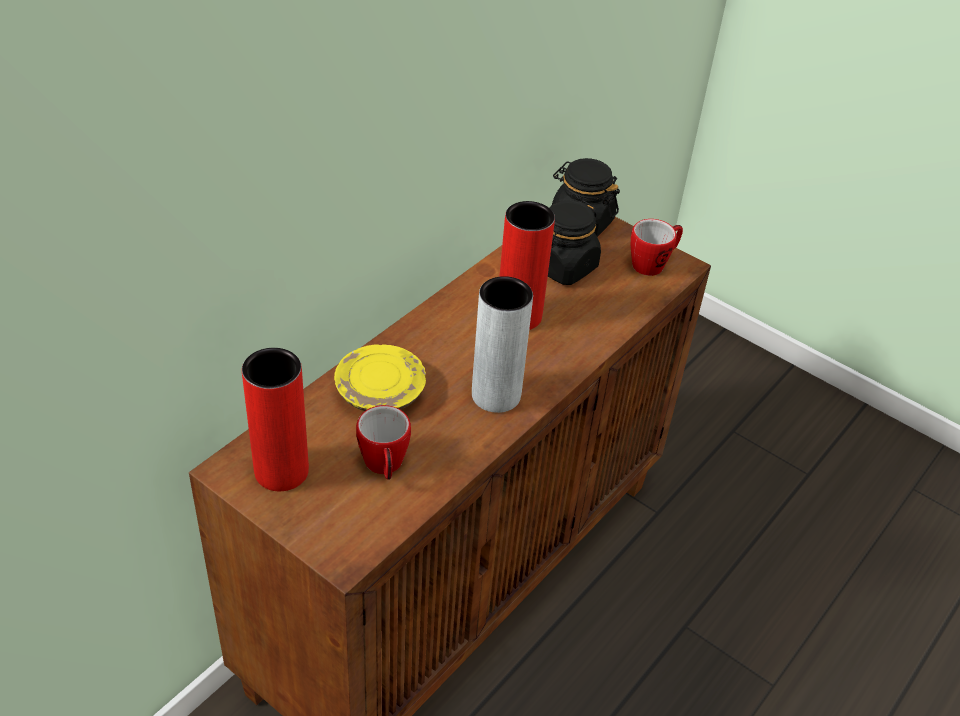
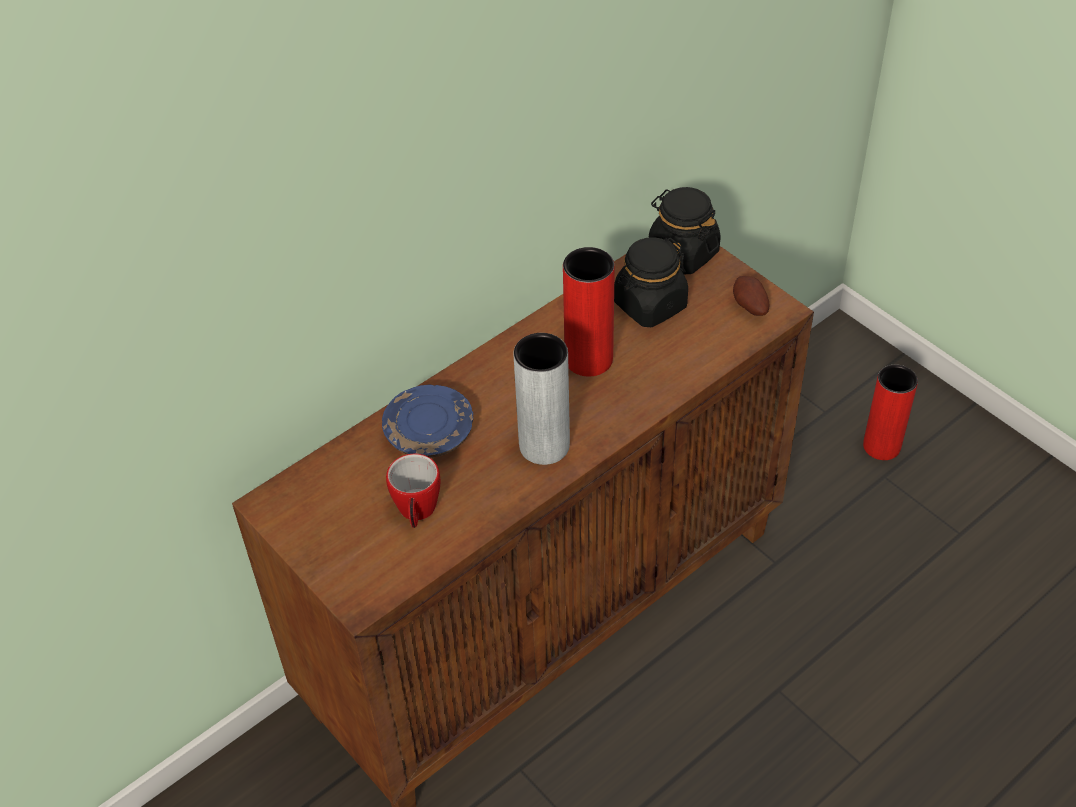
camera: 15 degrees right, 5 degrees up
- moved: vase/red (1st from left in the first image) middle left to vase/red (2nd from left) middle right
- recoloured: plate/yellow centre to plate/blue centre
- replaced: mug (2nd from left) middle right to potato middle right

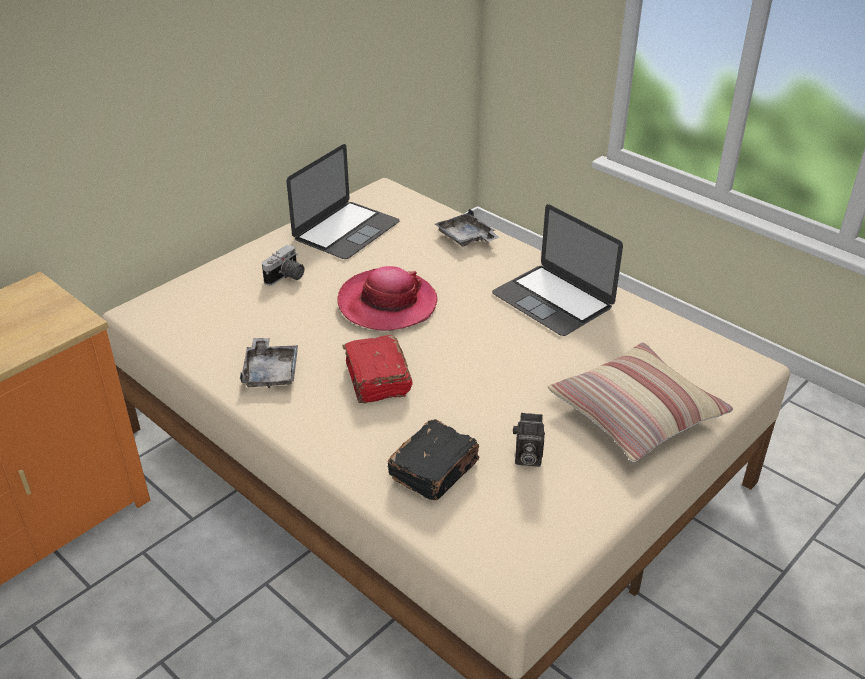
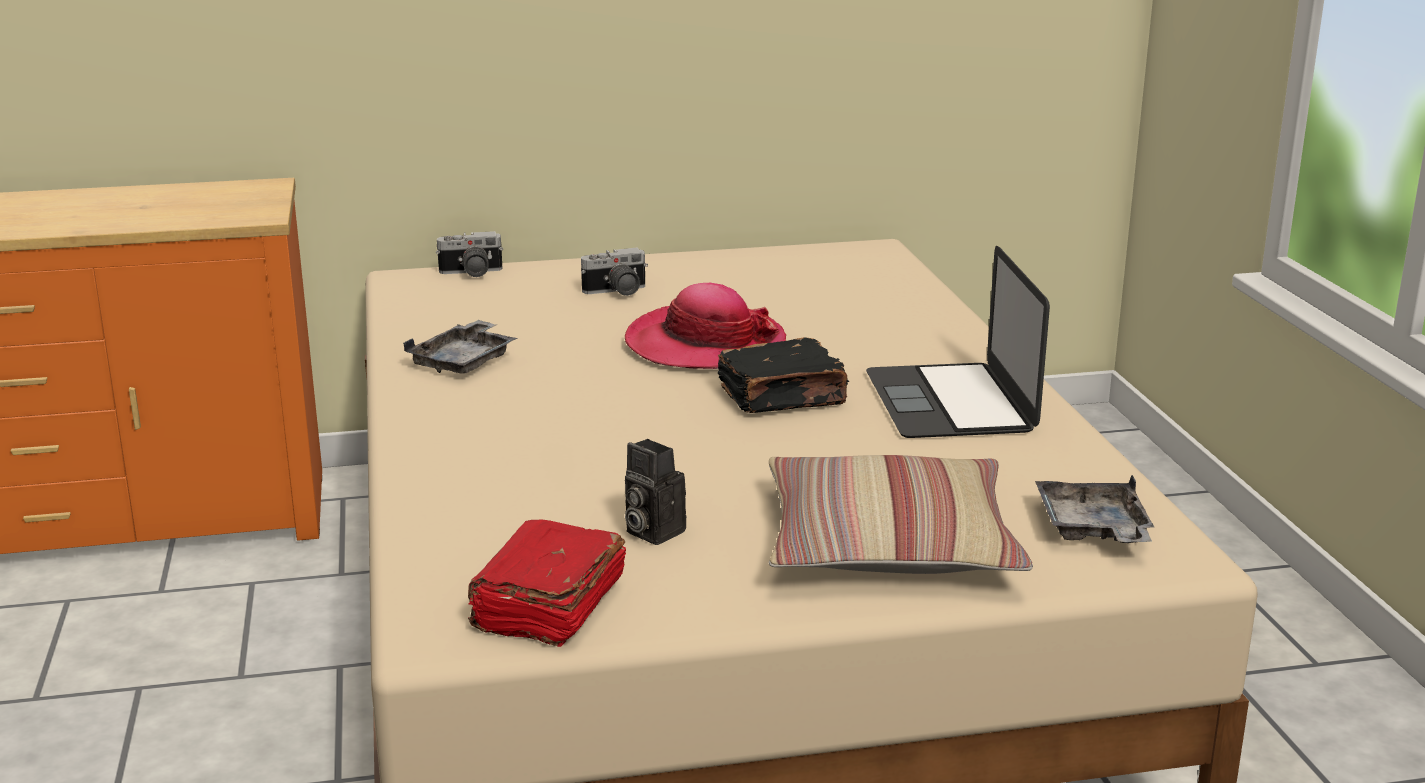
camera: 35 degrees right, 15 degrees down
- removed: laptop (1st from left) top centre
- moved: book/red centre to bottom centre
- moved: book/black bottom centre to centre
- moved: tray/grey (2nd from left) centre to middle right
- added: photo camera (1st from left) top left

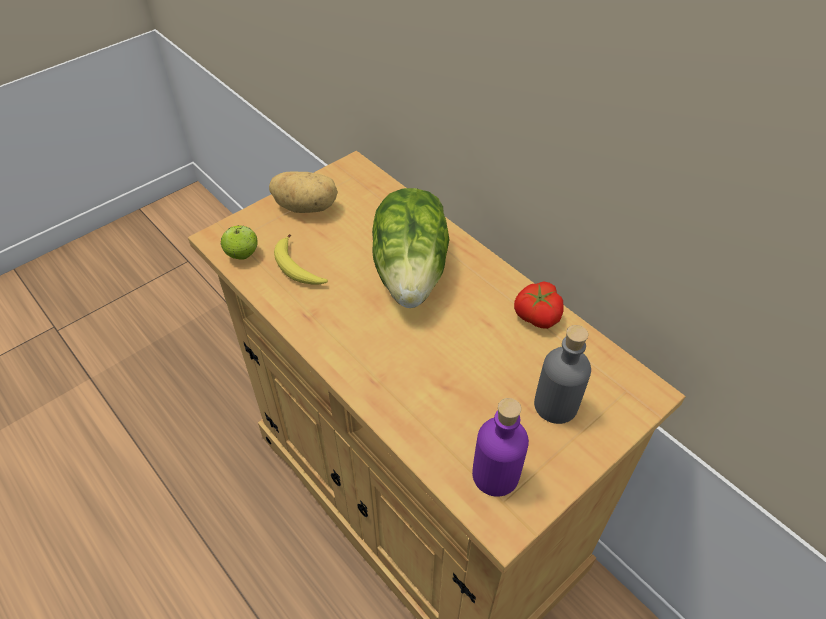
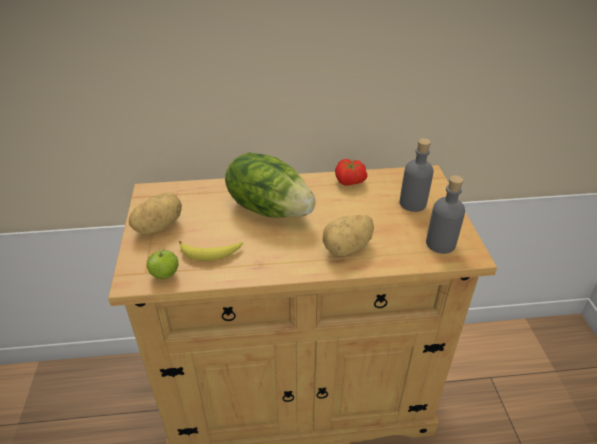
camera: 55 degrees left, 10 degrees down
- recoloured: bottle/purple bottom centre to bottle/grey (2nd from left) middle right
- added: potato (2nd from left) centre

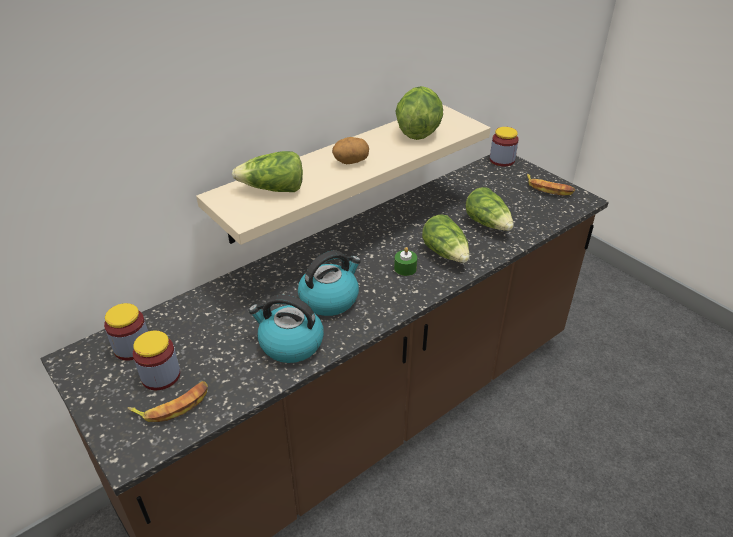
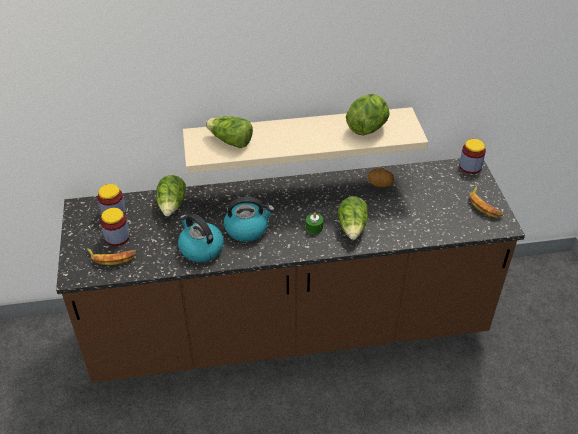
camera: 30 degrees right, 5 degrees up
- moved: potato top centre to centre
- moved: lettuce (4th from left in the first image) middle right to lettuce (1st from left) middle left

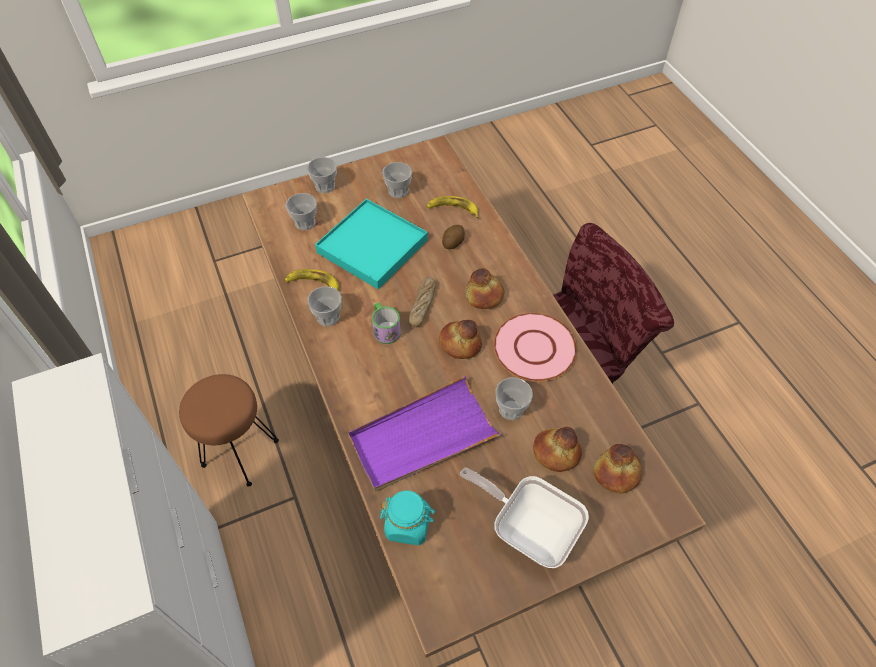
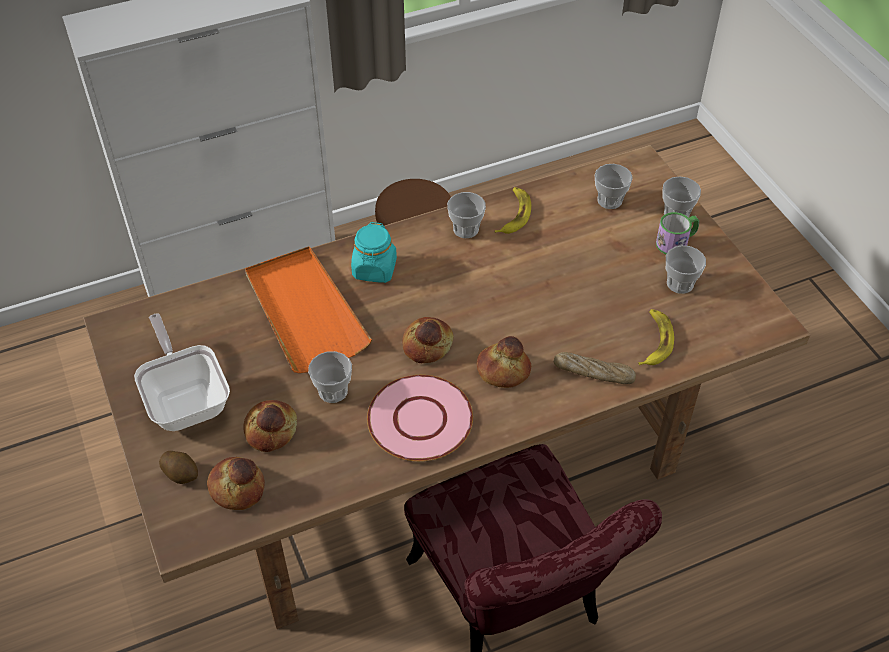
camera: 90 degrees right, 5 degrees down
- removed: tray/turquoise centre
- recoloured: tray/purple centre to tray/orange centre
- moved: mug centre to middle right
- moved: jar/turquoise bottom centre to centre
- moved: bread (1st from left in the first image) centre to bread (5th from left) middle right
- moved: potato centre to bottom left
- turned: frying pan bottom centre = middle left 60 degrees counterclockwise

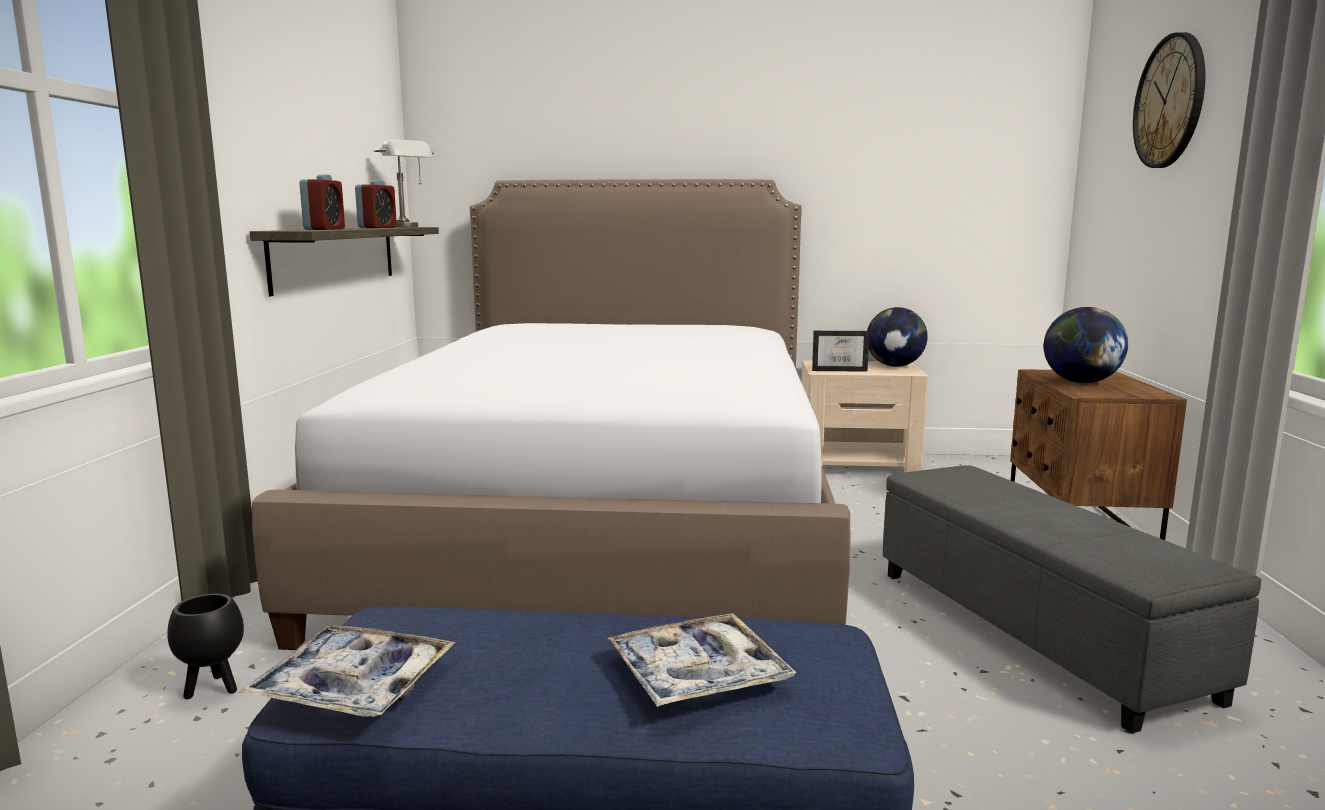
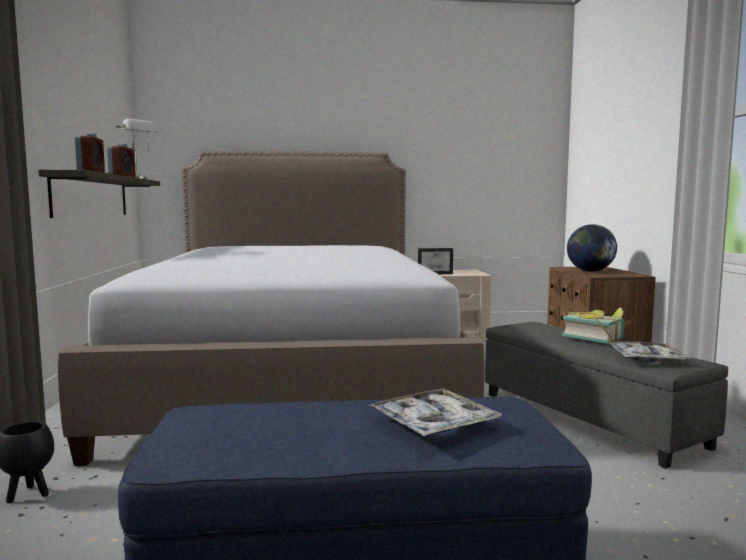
camera: 10 degrees left, 5 degrees down
- moved: tray (1st from left in the first image) bottom left to tray (2nd from left) middle right
- removed: globe (1st from left) middle right
- removed: wall clock top right
- added: book middle right

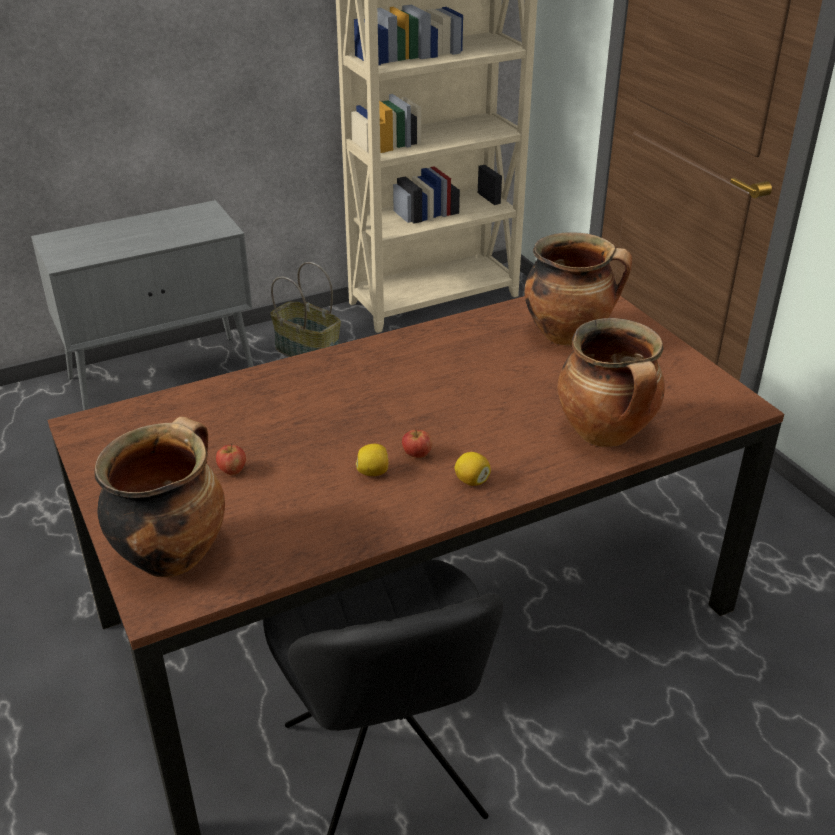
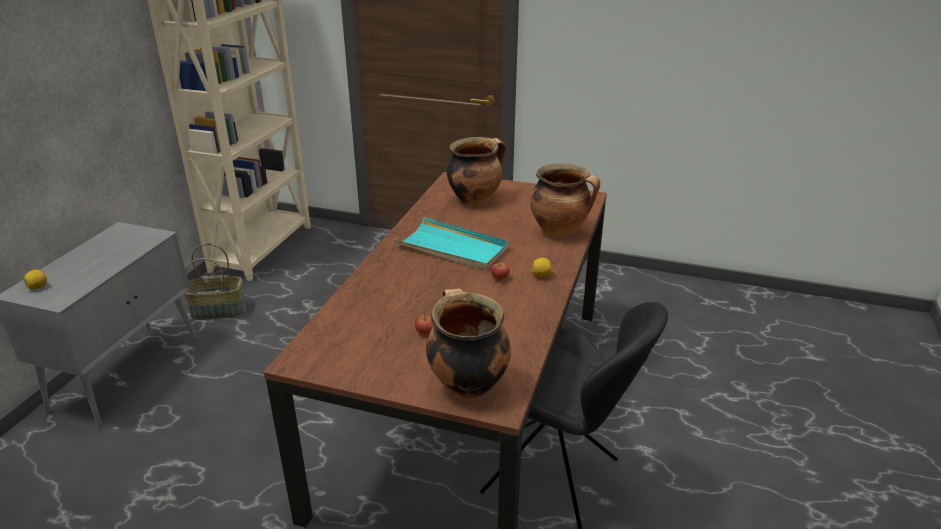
camera: 45 degrees left, 5 degrees down
- moved: lemon (1st from left) centre to middle left
- added: tray/turquoise centre

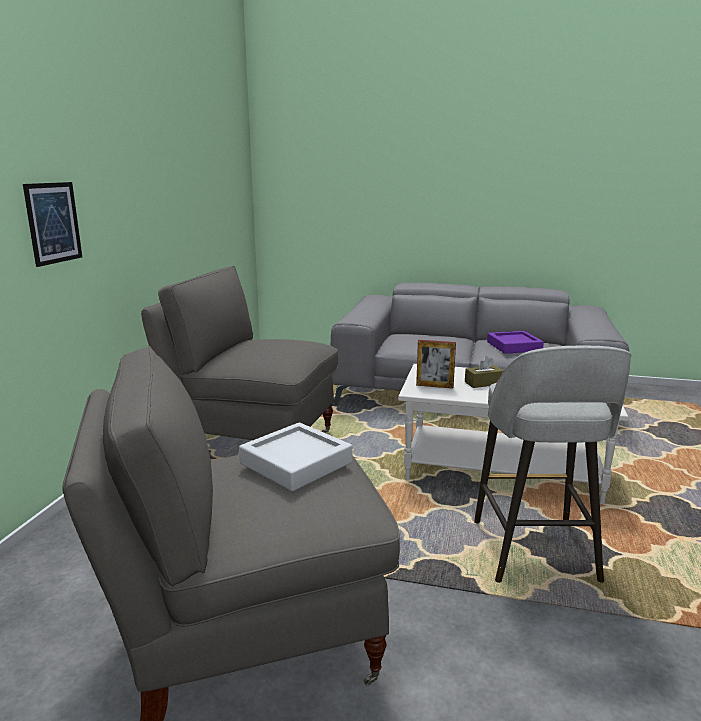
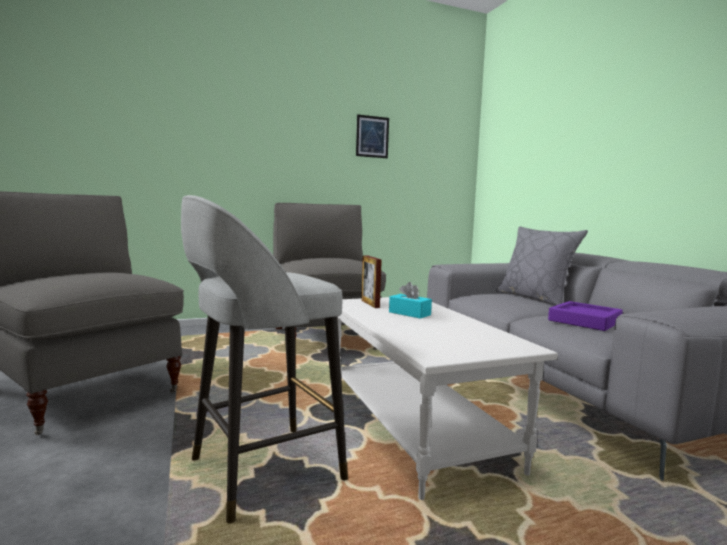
camera: 55 degrees right, 10 degrees down
- moved: picture top left to top centre
- removed: tray/grey centre
- recoloured: tissue box/brown middle right to tissue box/turquoise centre
- added: pillow/grey middle right

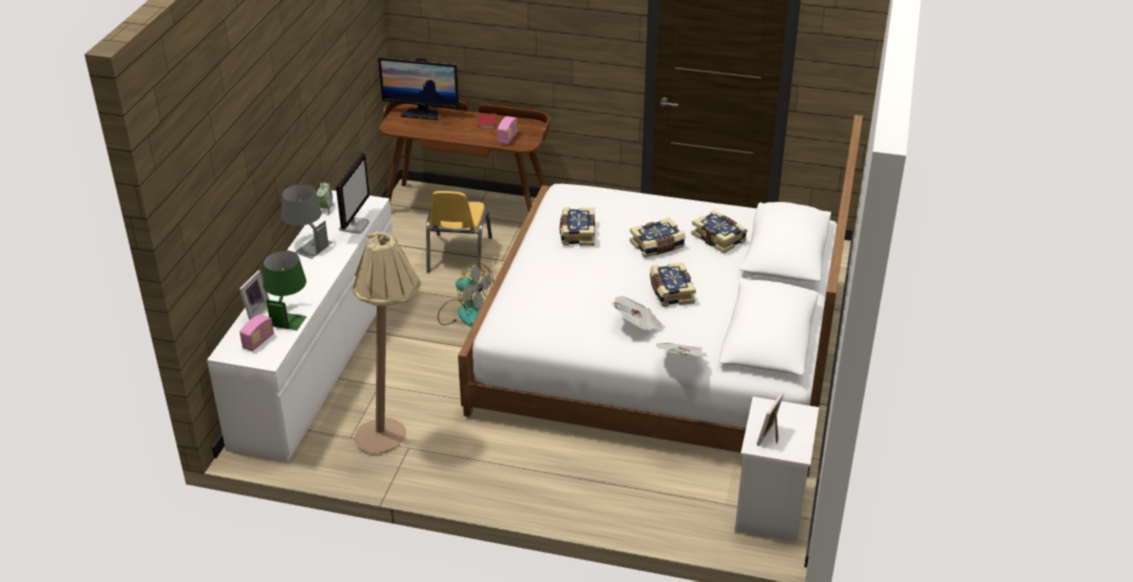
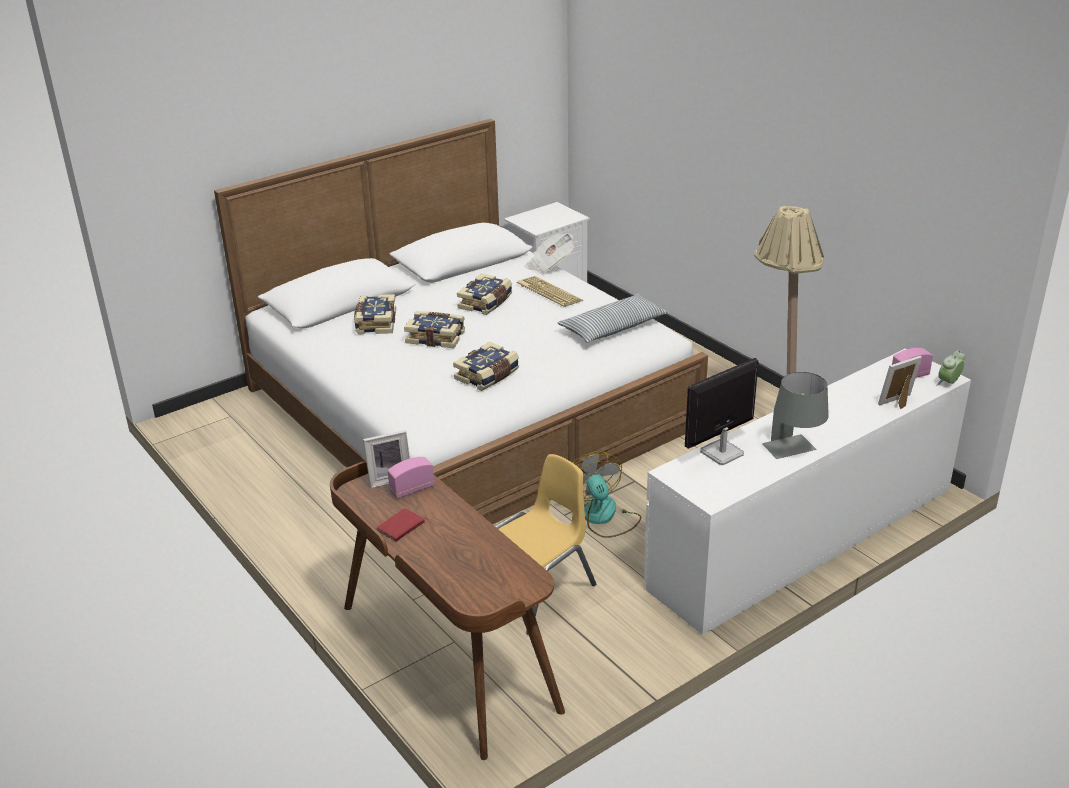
camera: 140 degrees left, 5 degrees down
- removed: table lamp/green middle left
- moved: alarm clock middle left to middle right
- removed: monitor (2nd from left) top centre
- replaced: newspaper (1st from left) centre to keyboard centre
- moved: picture frame (2nd from left in the first image) bottom right to picture frame (1st from left) centre
- added: pillow centre

